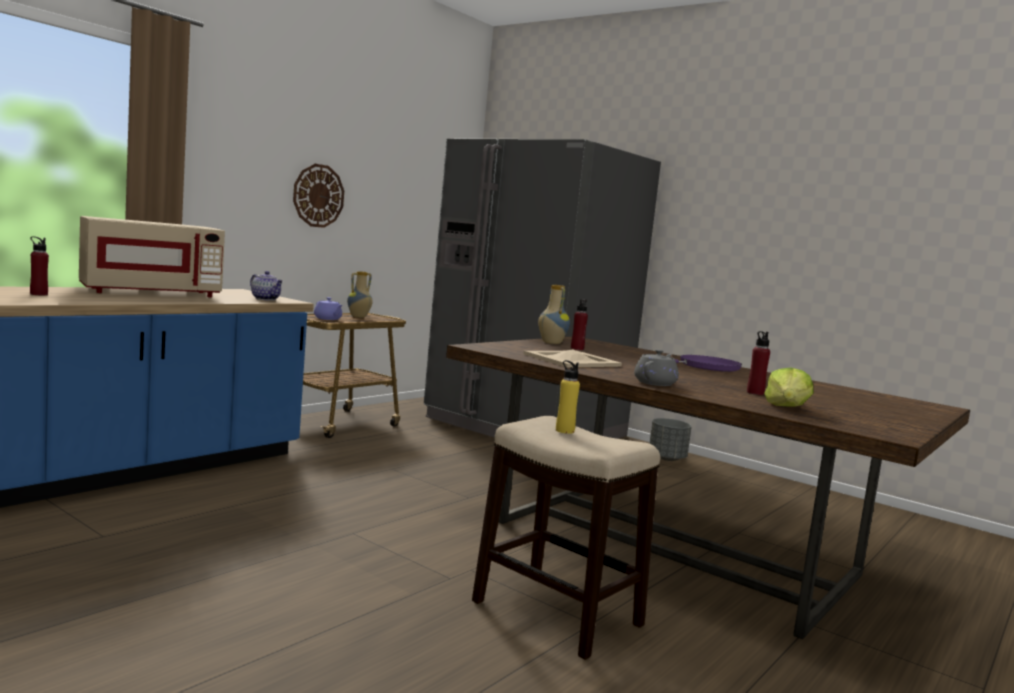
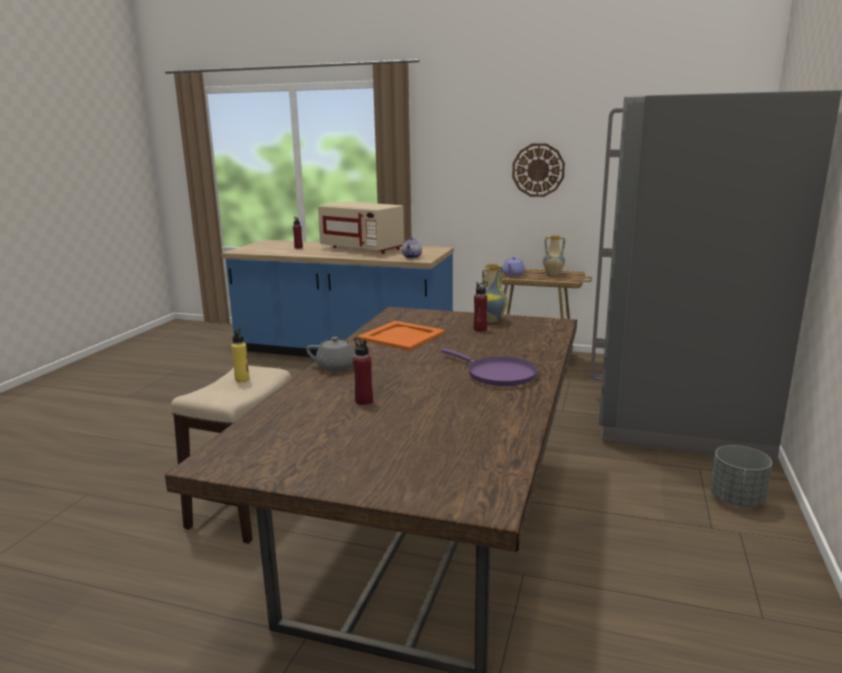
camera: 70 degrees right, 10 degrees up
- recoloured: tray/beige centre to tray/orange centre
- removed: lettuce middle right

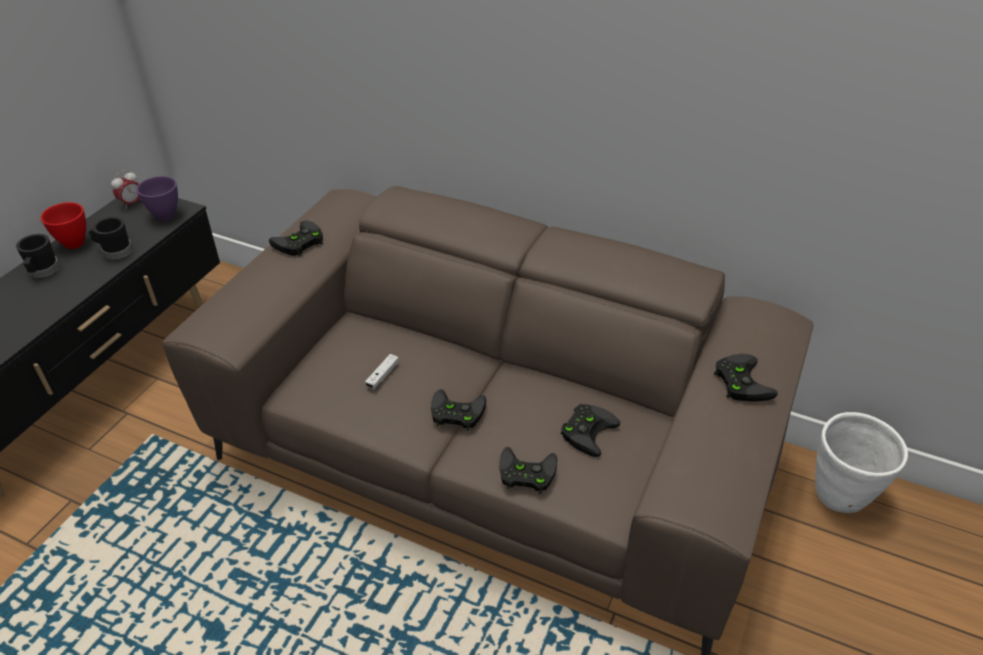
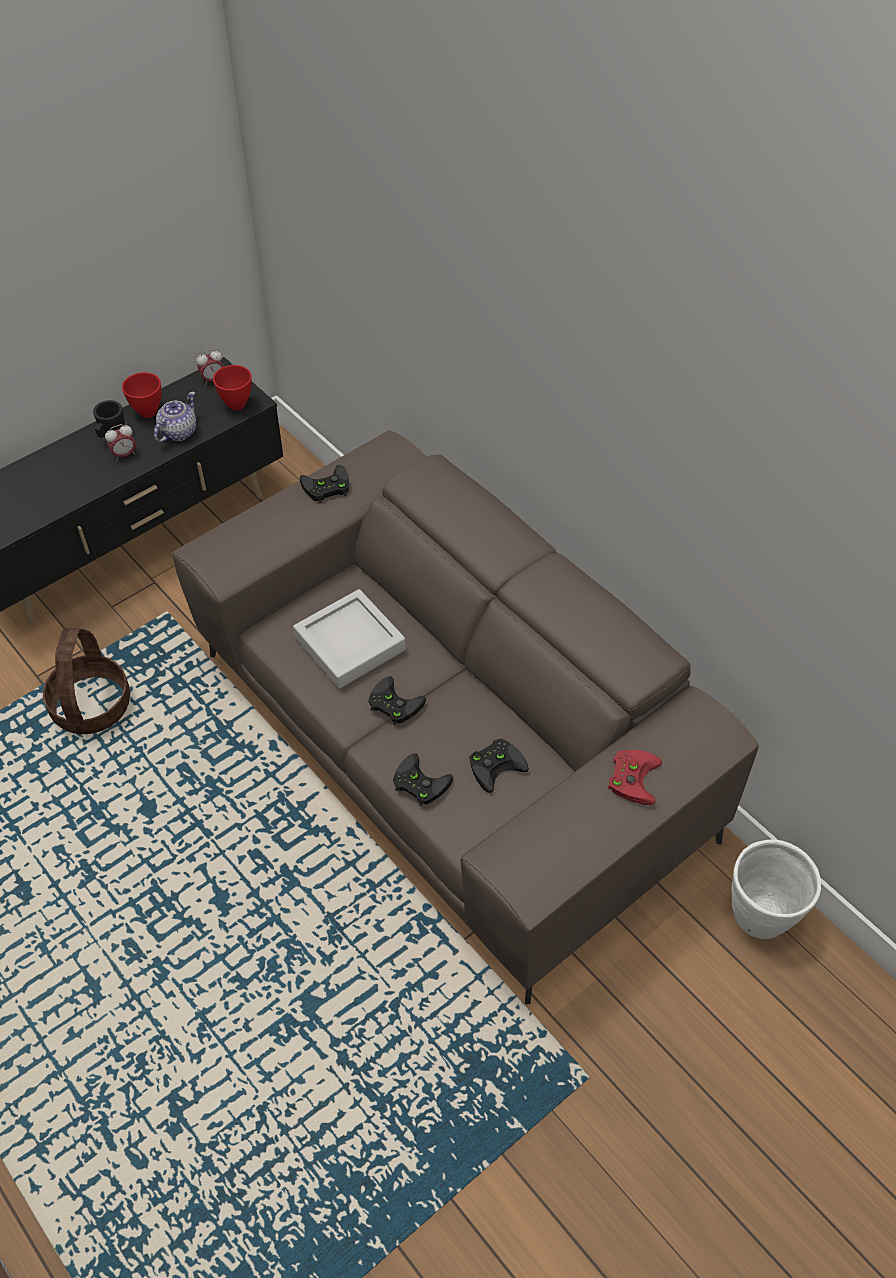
camera: 25 degrees right, 10 degrees up
- replaced: mug/black (2nd from left) middle left to teapot top left
- recoloured: bowl/purple top left to bowl/red (2nd from left) top left
- replaced: game controller/white centre to tray/grey centre
- recoloured: game controller/black (5th from left) middle right to game controller/red middle right
- added: basket middle left
- added: alarm clock (1st from left) middle left

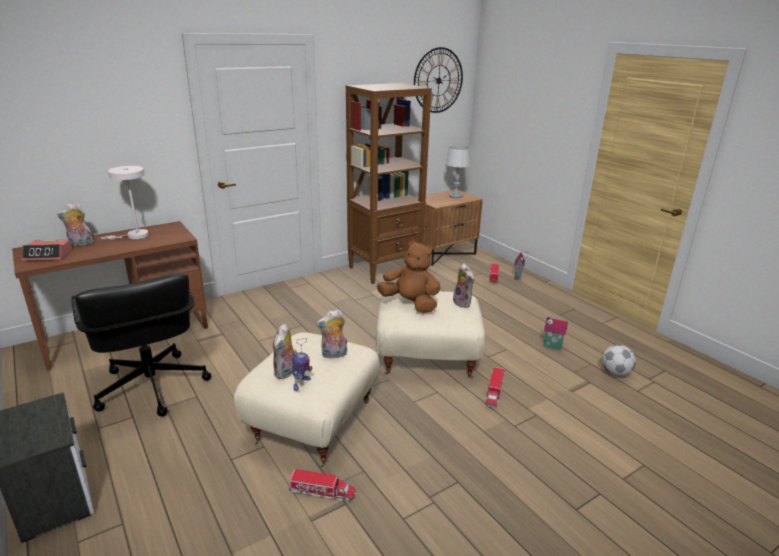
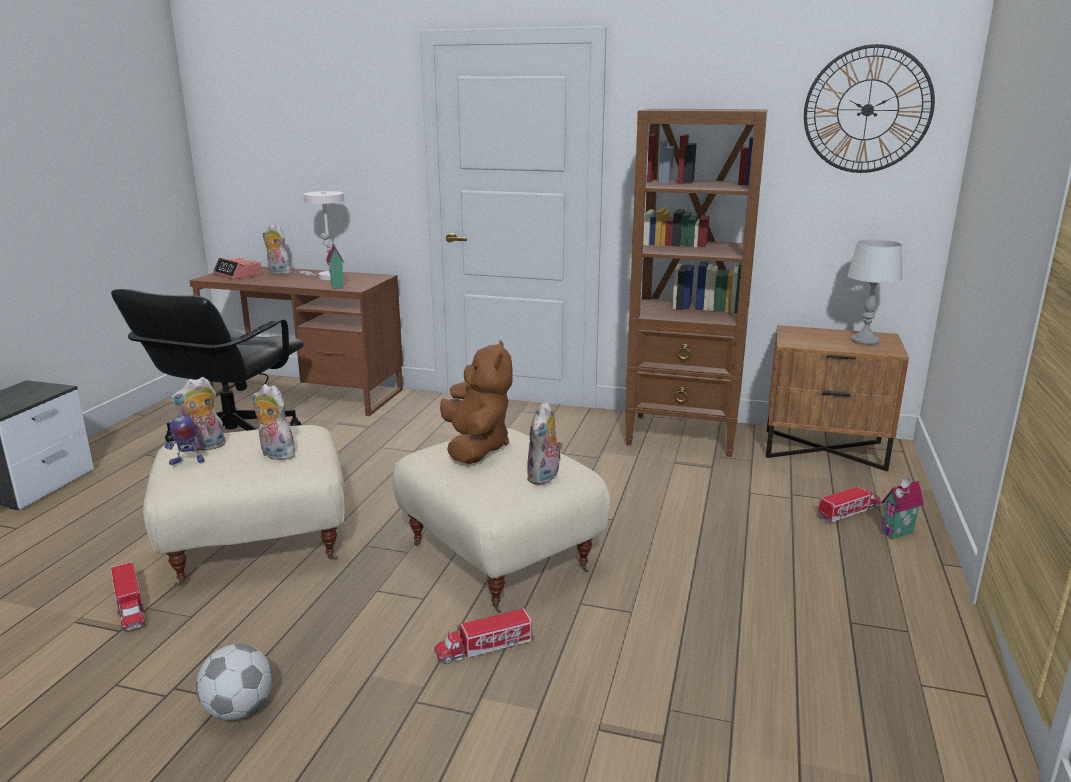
camera: 50 degrees right, 5 degrees down
- moved: toy house (2nd from left in the first image) middle right to toy house (1st from left) middle left
- moved: football middle right to bottom left

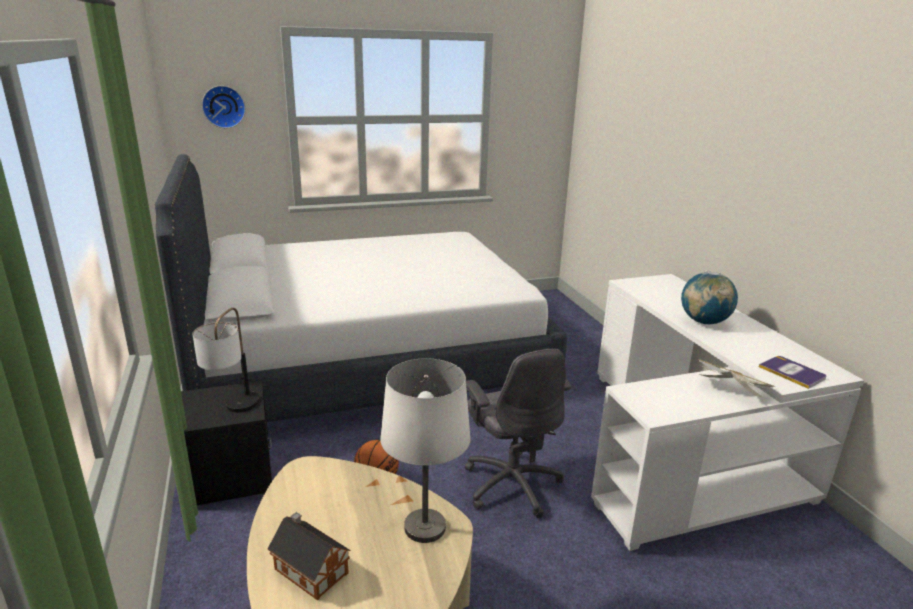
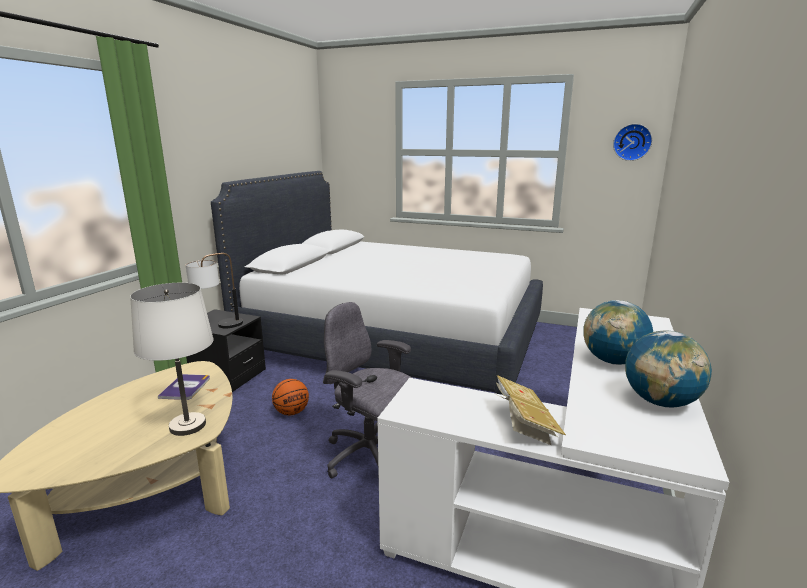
camera: 40 degrees right, 5 degrees down
- moved: wall clock top left to top right
- removed: toy house bottom centre
- turned: office chair/grey bottom centre = centre 105 degrees clockwise
- moved: book (2nd from left in the first image) middle right to book (1st from left) middle left
- added: globe (2nd from left) middle right

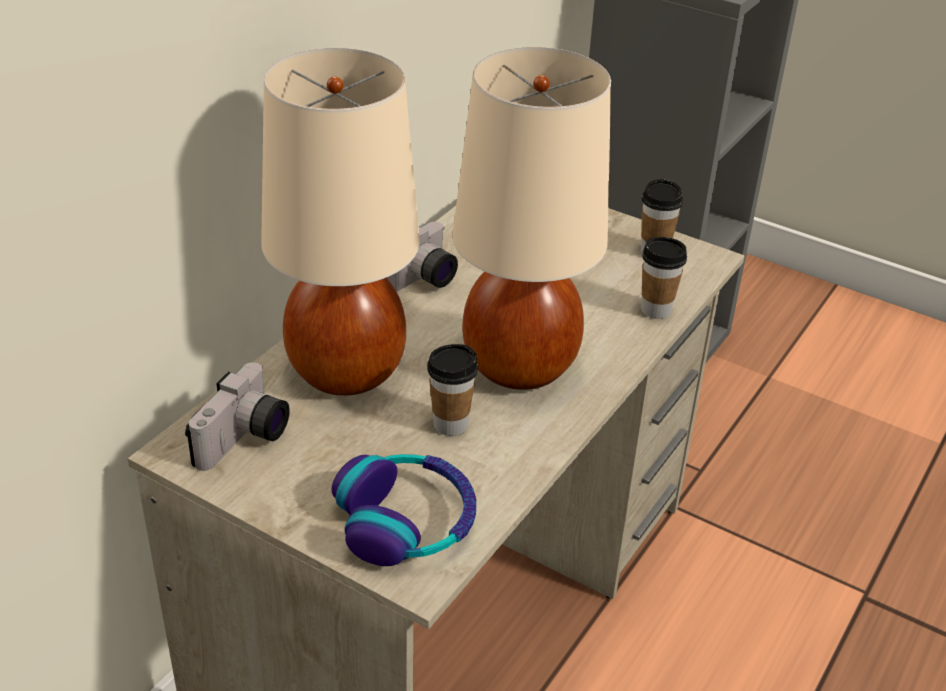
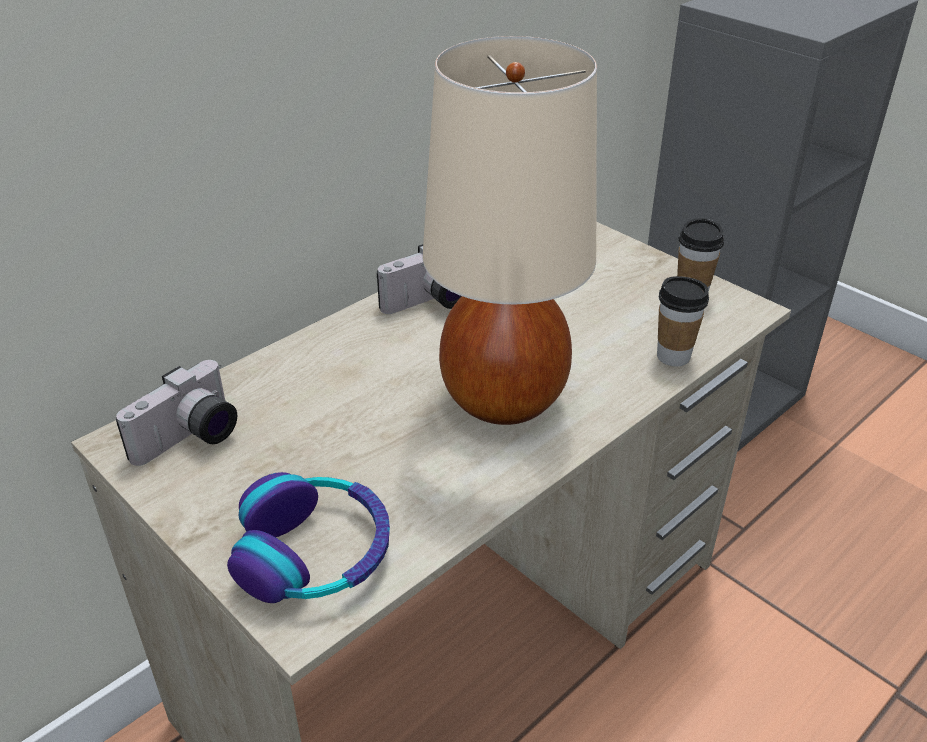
camera: 15 degrees right, 0 degrees up
- removed: table lamp/beige (1st from left) top centre
- removed: cup (1st from left) centre

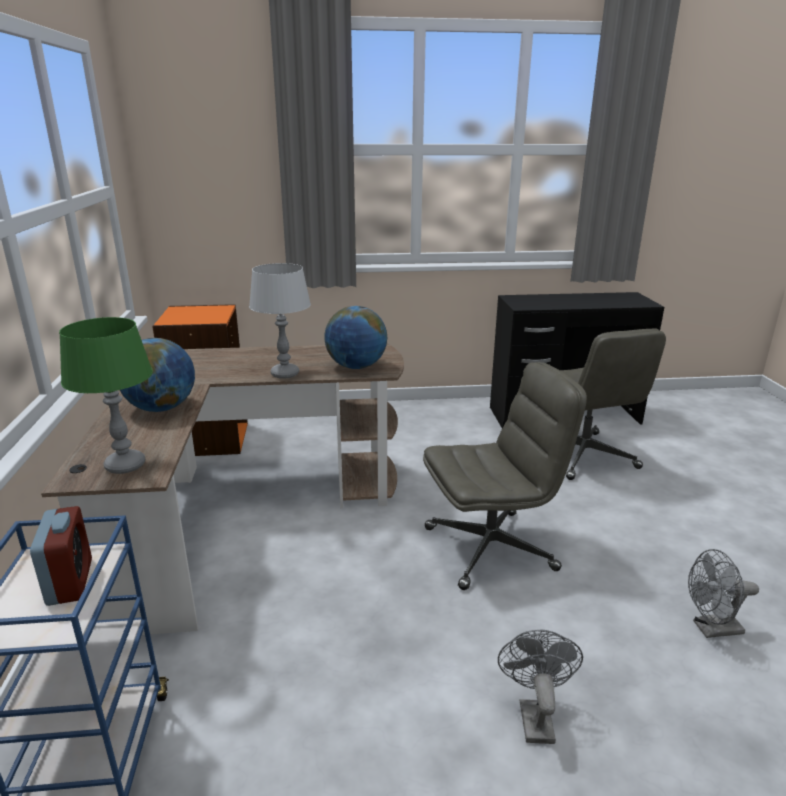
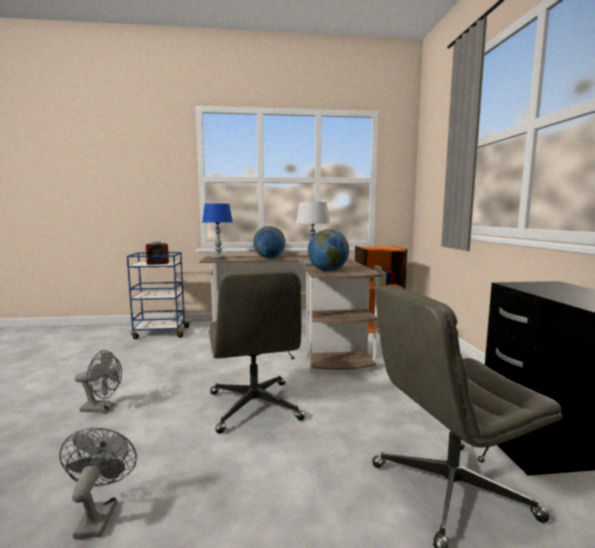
camera: 90 degrees right, 15 degrees down
- recoloured: table lamp/green middle left to table lamp/blue centre

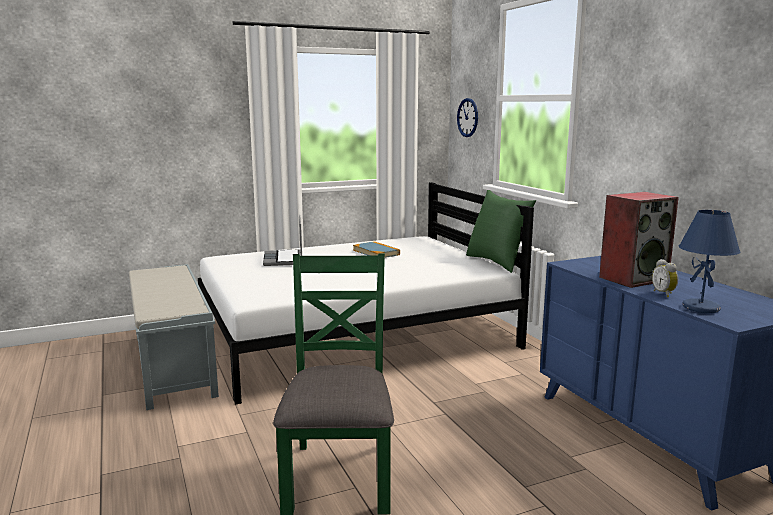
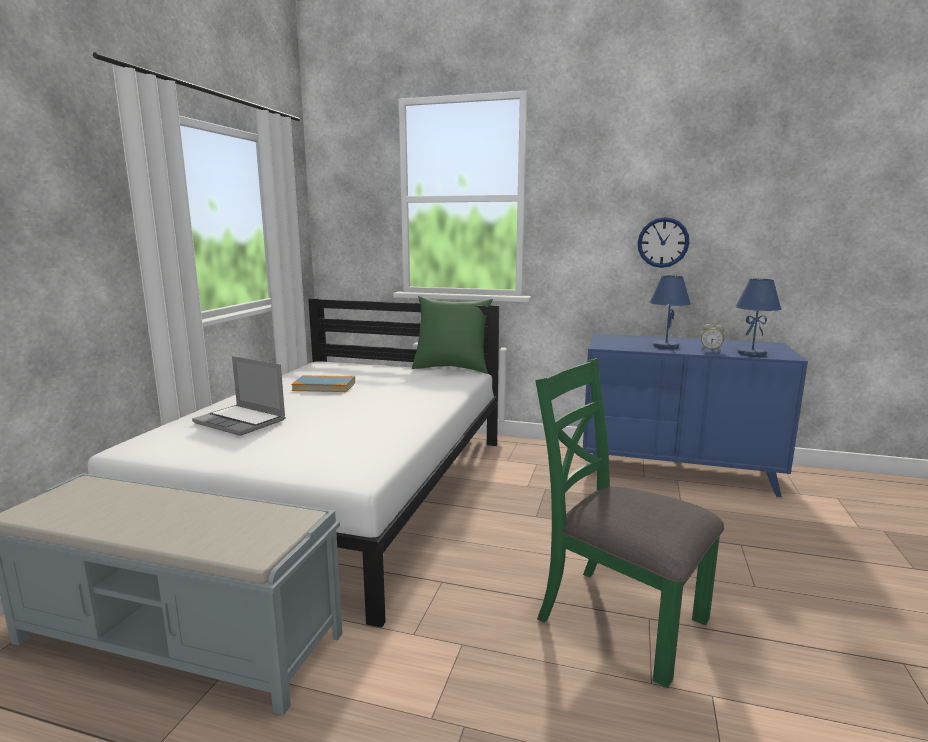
camera: 50 degrees left, 0 degrees up
- moved: wall clock top centre to top right
- replaced: speaker middle right to table lamp/blue (1st from left) middle right

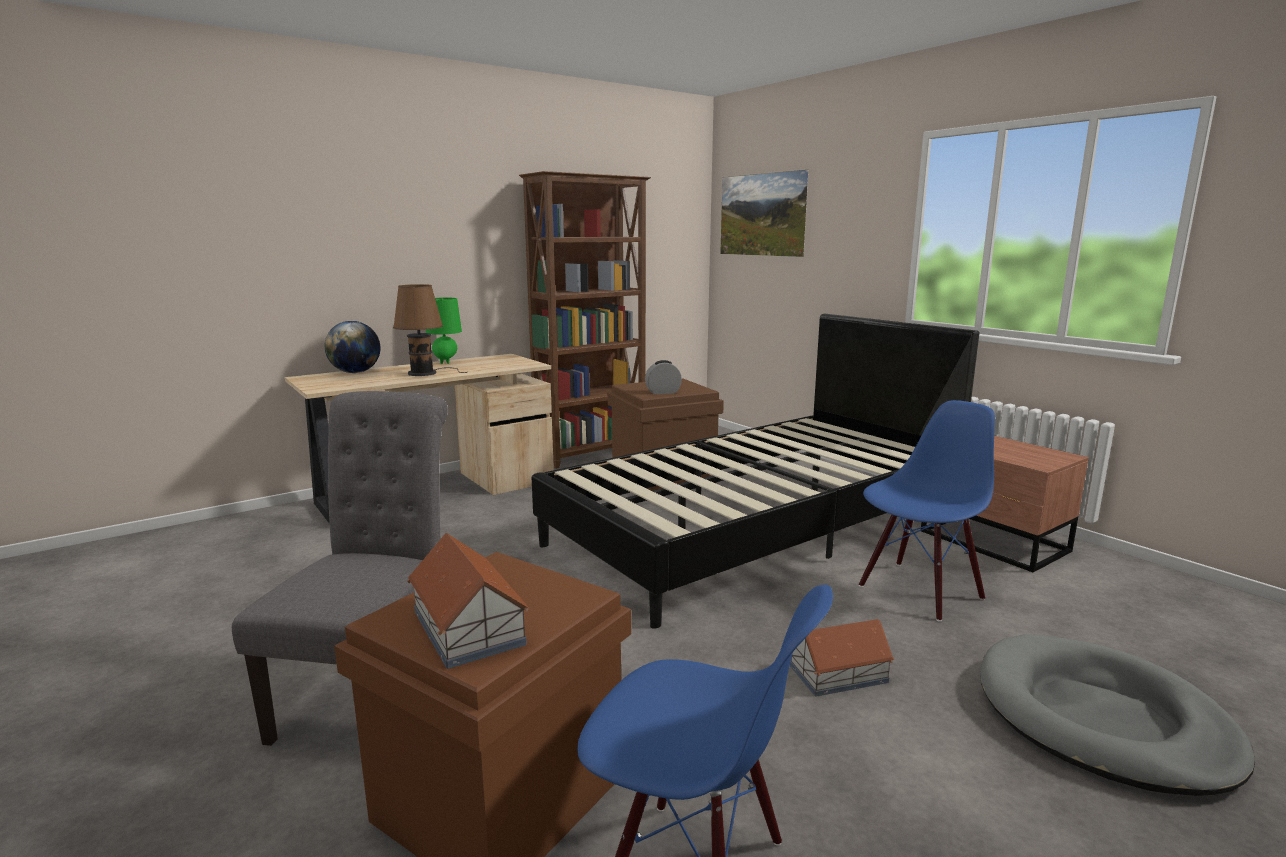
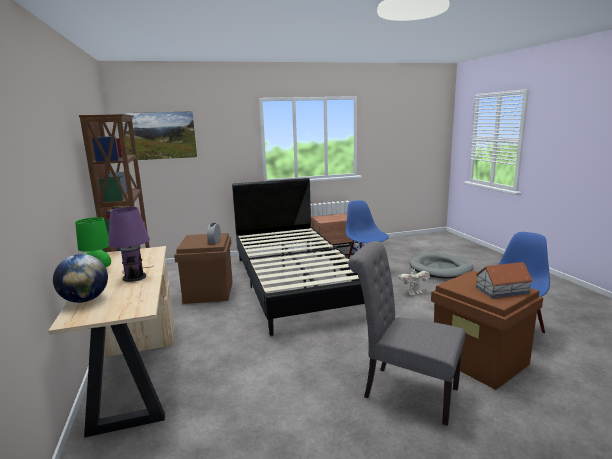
camera: 70 degrees left, 0 degrees up
- recoloured: table lamp/brown centre to table lamp/purple middle left
- replaced: toy house (2nd from left) bottom centre to toy robot middle right

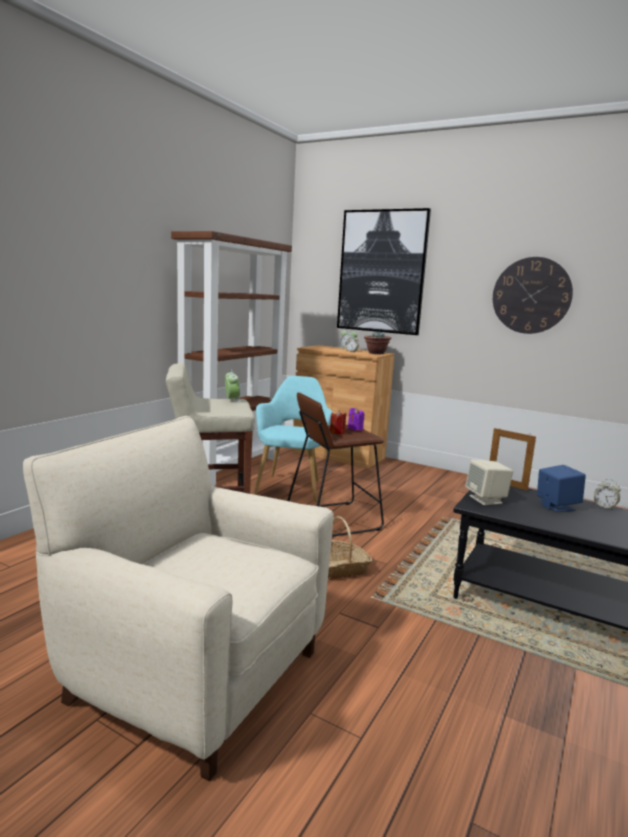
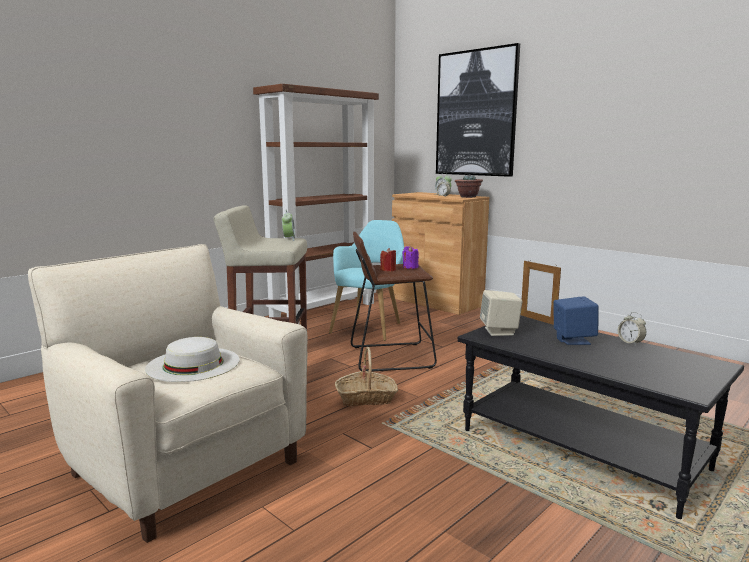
camera: 15 degrees right, 0 degrees up
- removed: wall clock middle right
- added: hat/white middle left

